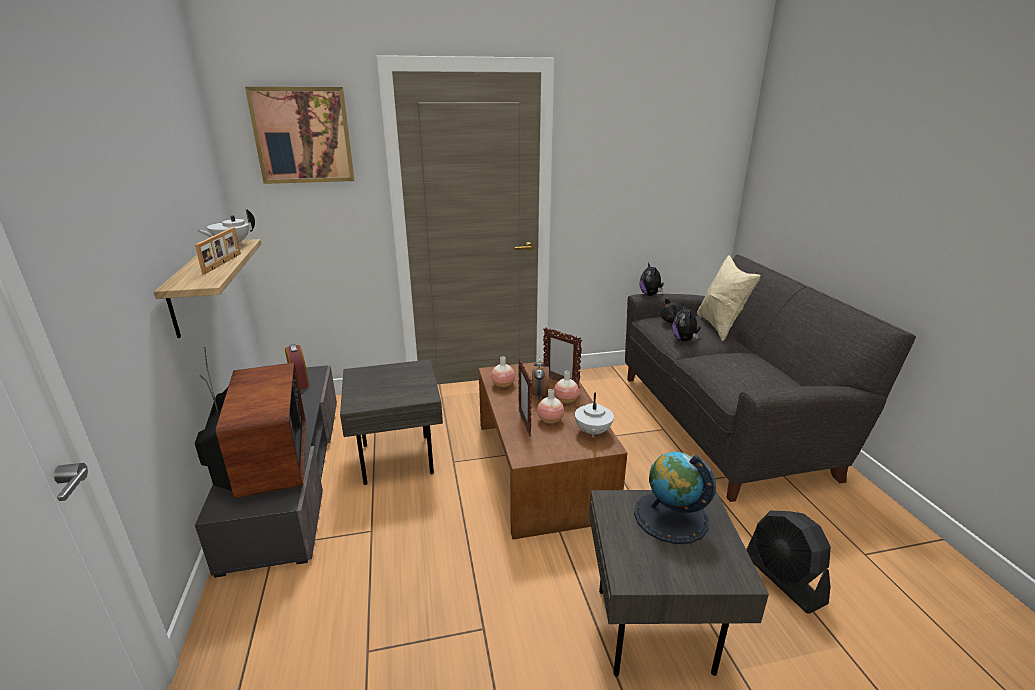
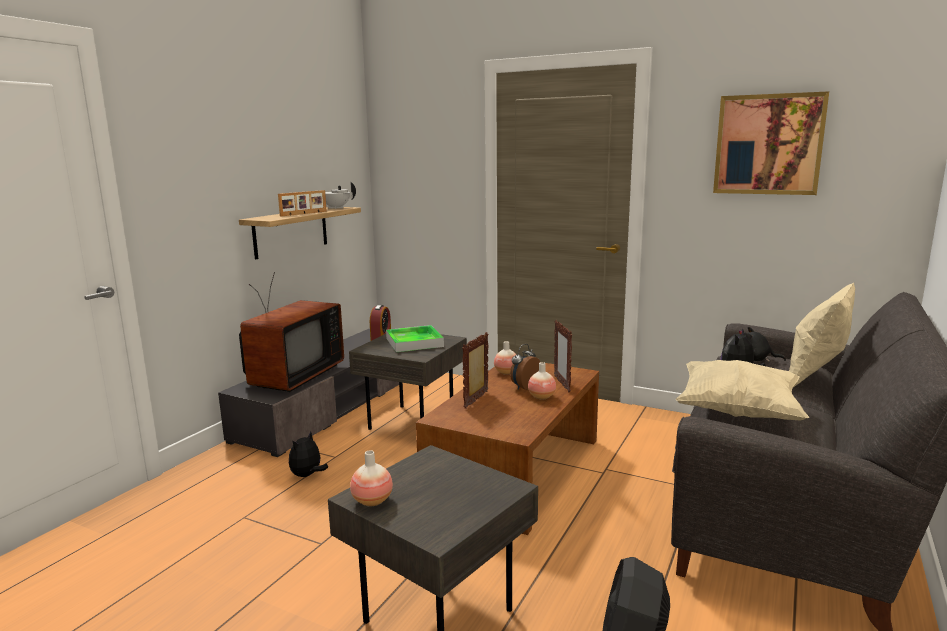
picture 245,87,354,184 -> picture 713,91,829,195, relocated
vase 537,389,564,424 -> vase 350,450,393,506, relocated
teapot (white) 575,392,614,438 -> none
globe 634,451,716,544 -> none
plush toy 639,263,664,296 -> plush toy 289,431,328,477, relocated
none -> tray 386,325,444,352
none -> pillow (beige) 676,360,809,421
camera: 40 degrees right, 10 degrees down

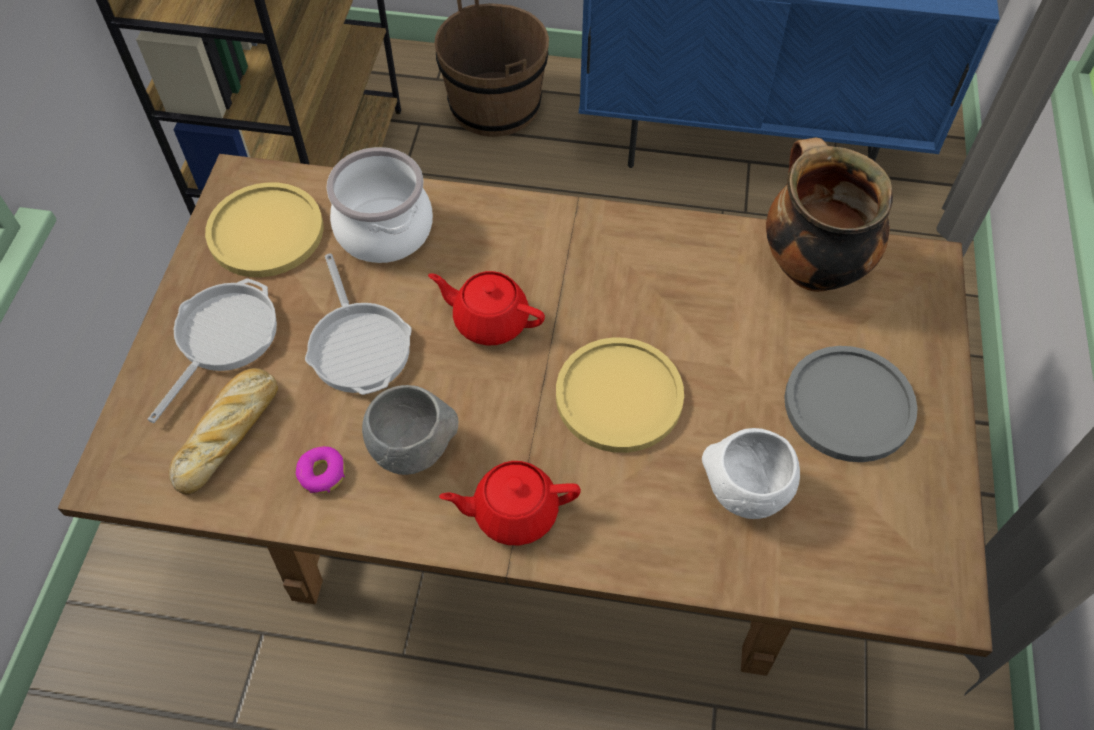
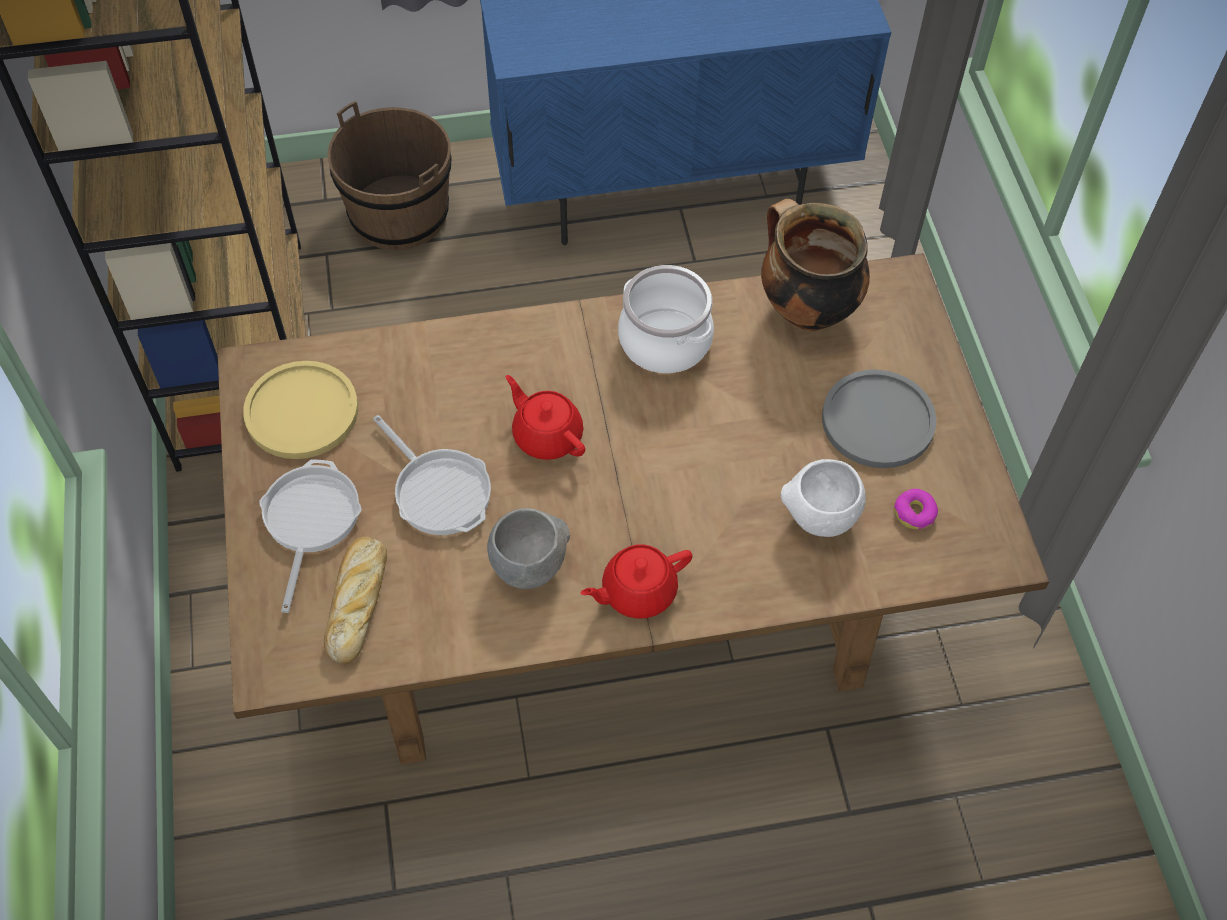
donut 296,446,345,494 -> donut 894,489,938,529, relocated
cooking pot 327,147,433,263 -> cooking pot 618,265,714,373, relocated
teapot (red) 428,271,545,345 -> teapot (red) 506,375,585,460, 45 degrees clockwise
plate (yellow) 556,338,684,453 -> none
camera: 20 degrees left, 0 degrees up

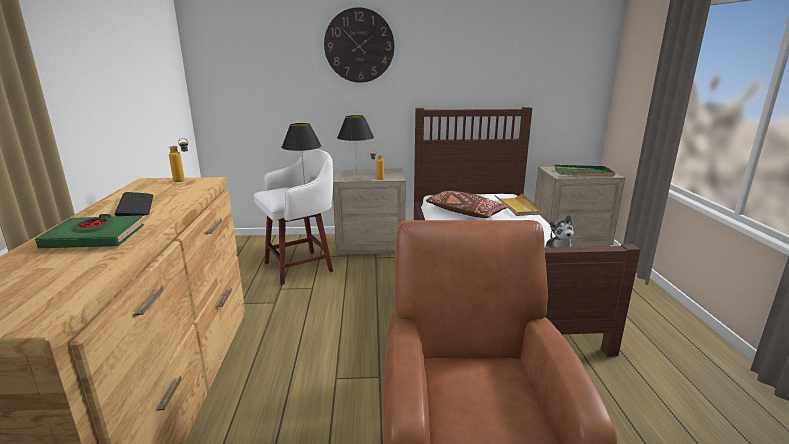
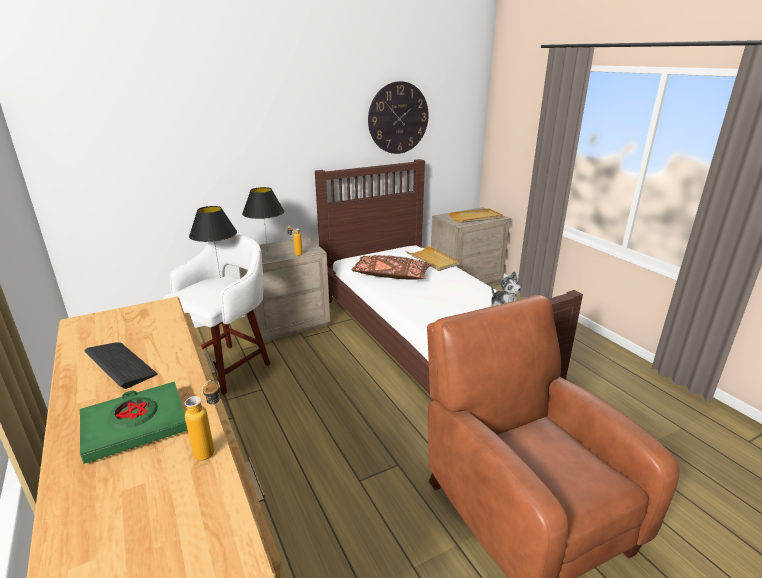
bottle 169,138,188,182 -> bottle 185,380,220,461, relocated
wall clock 324,7,394,83 -> wall clock 368,81,429,154, relocated
tray (green) 555,165,616,177 -> tray (beige) 449,209,503,223
camera: 25 degrees left, 5 degrees up

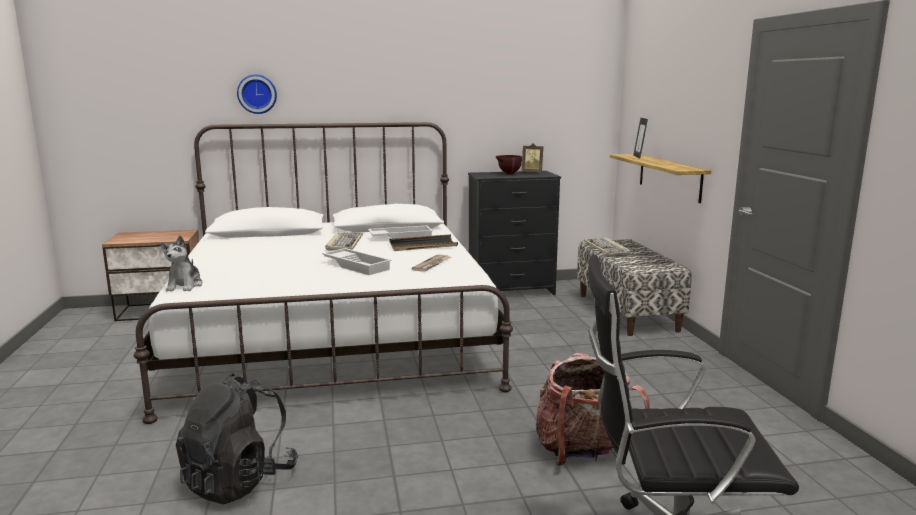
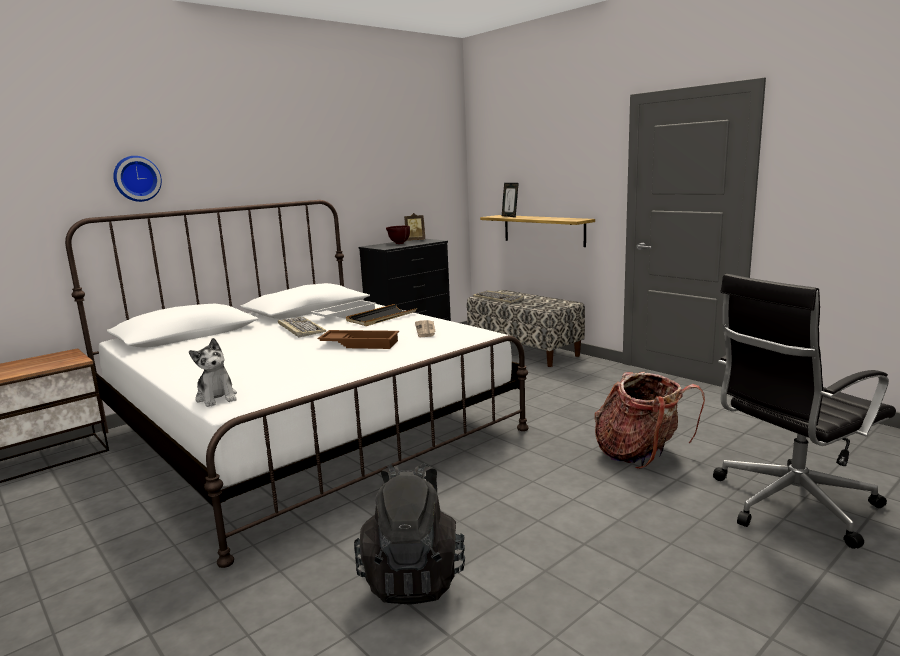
tray (white) 322,248,392,275 -> tray (brown) 317,330,399,349
camera: 30 degrees left, 0 degrees up

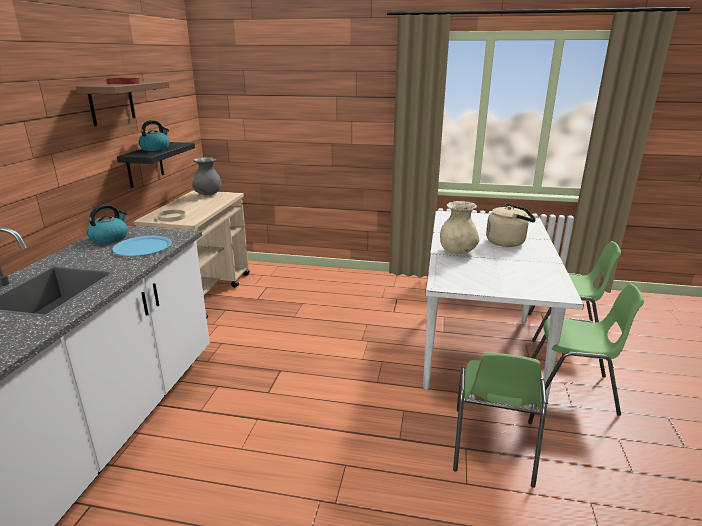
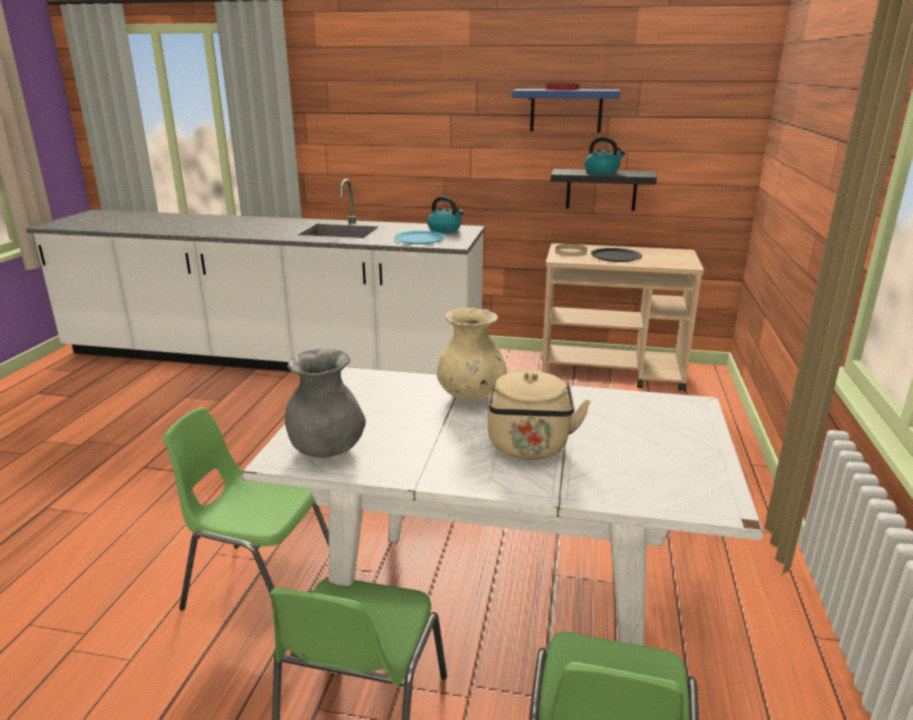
shelf (brown) 76,81,170,126 -> shelf (blue) 512,89,620,133
vase (grey) 192,157,222,195 -> vase (grey) 285,348,366,458, relocated
none -> plate (black) 591,248,642,262
camera: 90 degrees right, 0 degrees up

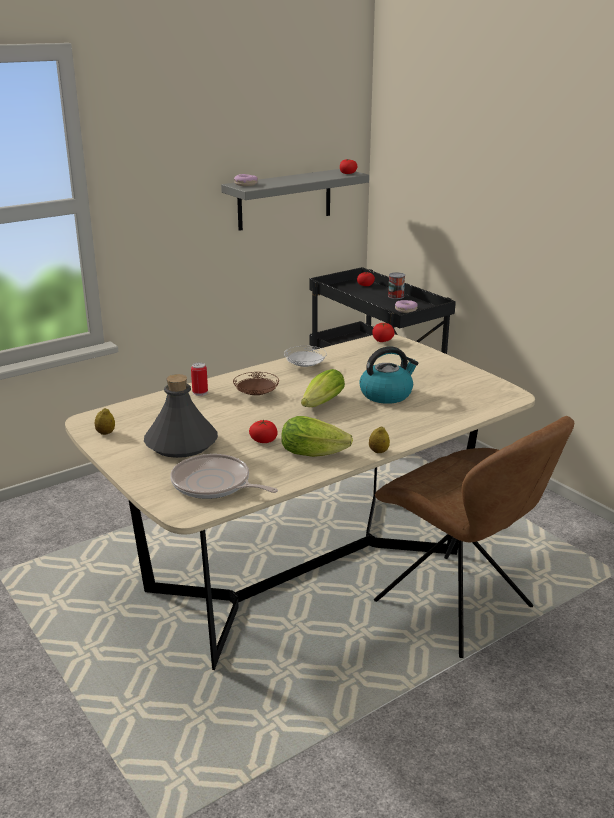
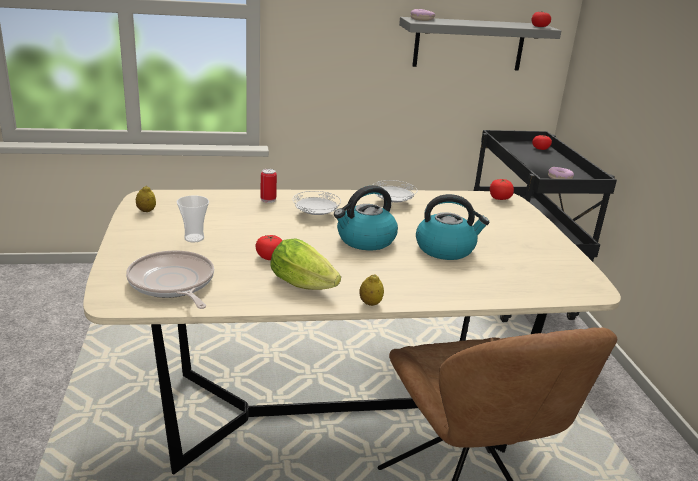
bottle (grey) 144,374,218,458 -> cup 177,195,209,242
plate (brown) 233,372,279,395 -> plate (white) 292,191,341,215
lettuce 301,369,345,407 -> kettle 334,185,398,250
can 388,272,405,299 -> none
camera: 25 degrees right, 0 degrees up

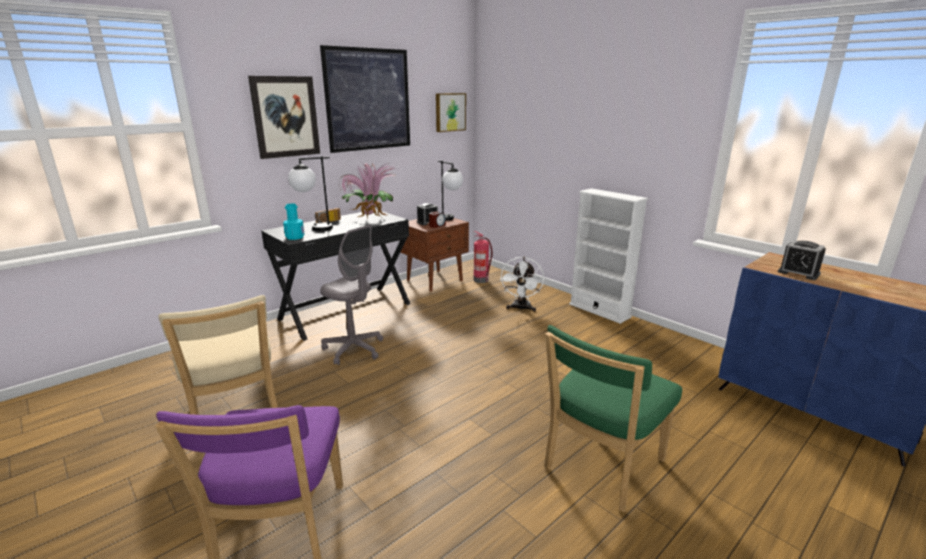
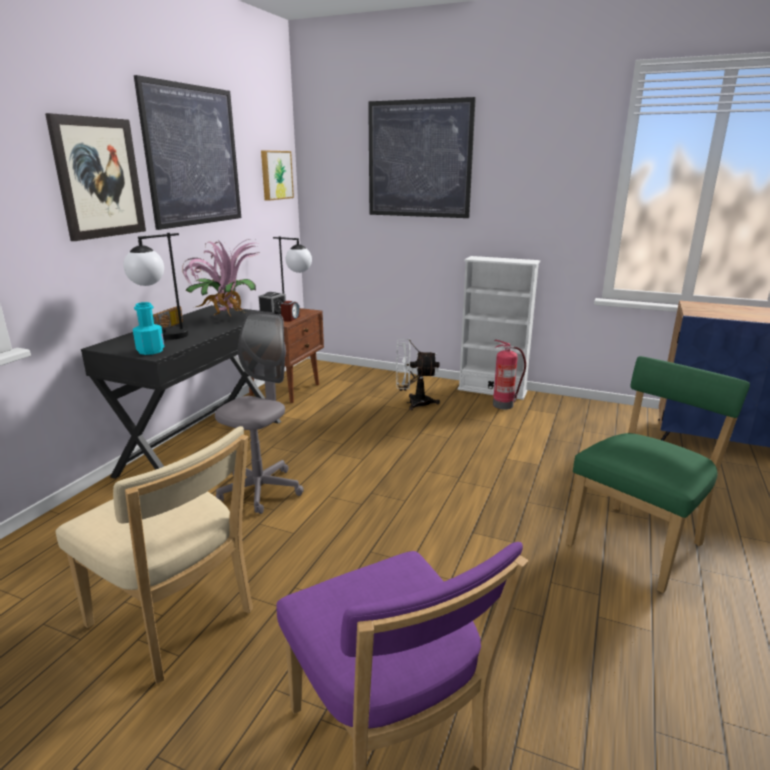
office chair (grey) 320,225,383,365 -> office chair (grey) 215,311,304,514, 75 degrees counterclockwise
fire extinguisher 473,231,493,283 -> fire extinguisher 493,340,526,409, relocated
fan (white) 500,257,544,312 -> fan (white) 396,339,440,410, 105 degrees clockwise
chair (green) 544,325,682,512 -> chair (green) 566,356,750,593, 150 degrees counterclockwise
alarm clock 778,240,826,280 -> none
none -> picture 368,97,476,218
camera: 25 degrees left, 0 degrees up

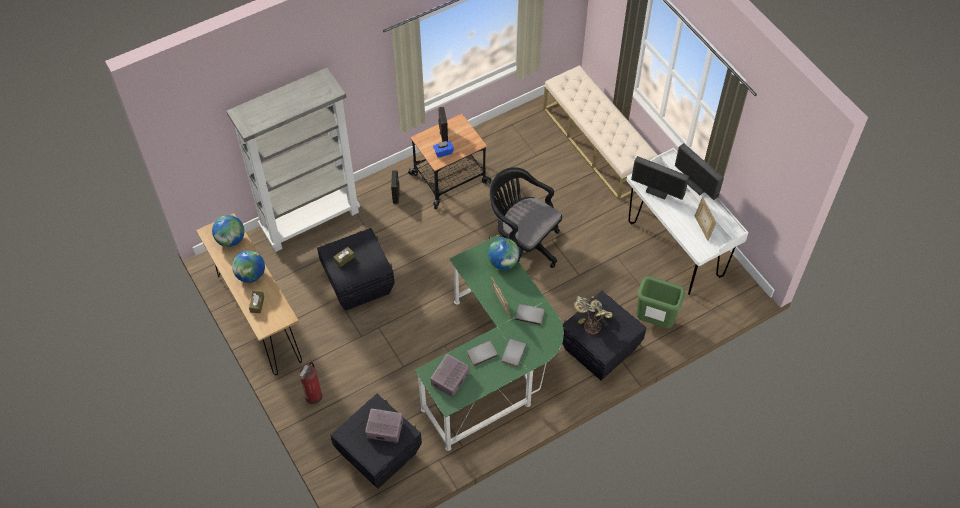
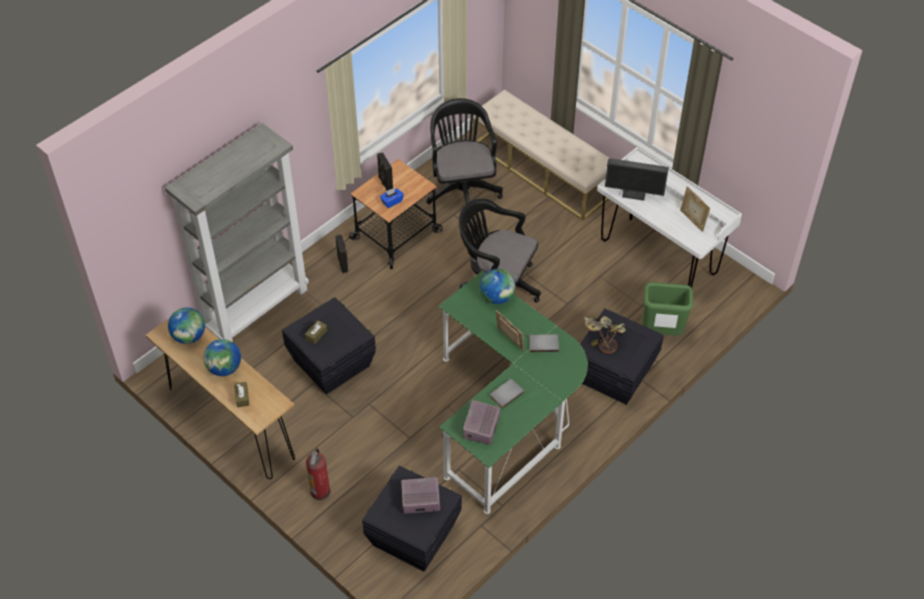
book (grey) 501,339,527,368 -> none
monitor 675,143,724,200 -> none
none -> office chair (black) 426,98,503,204
camera: 15 degrees left, 5 degrees down

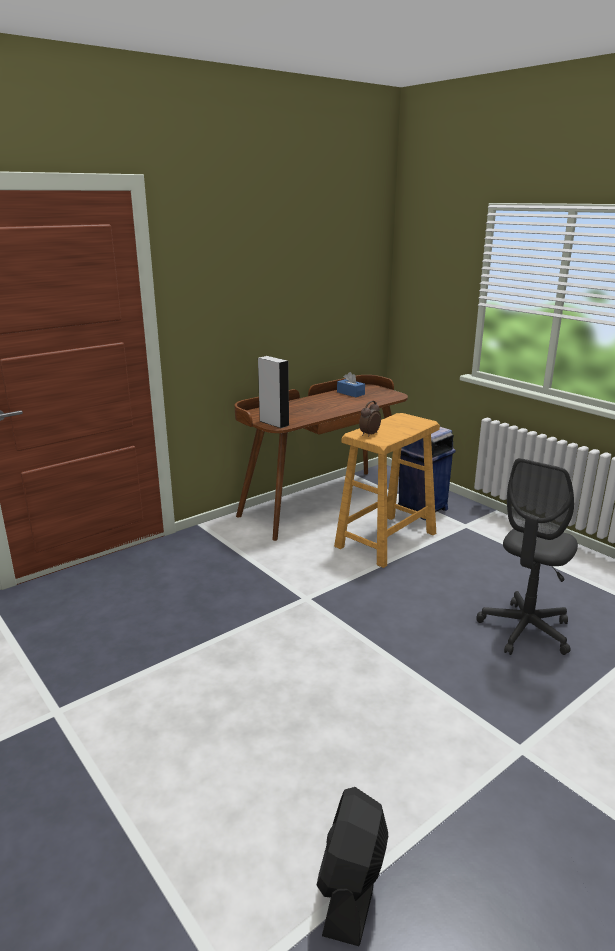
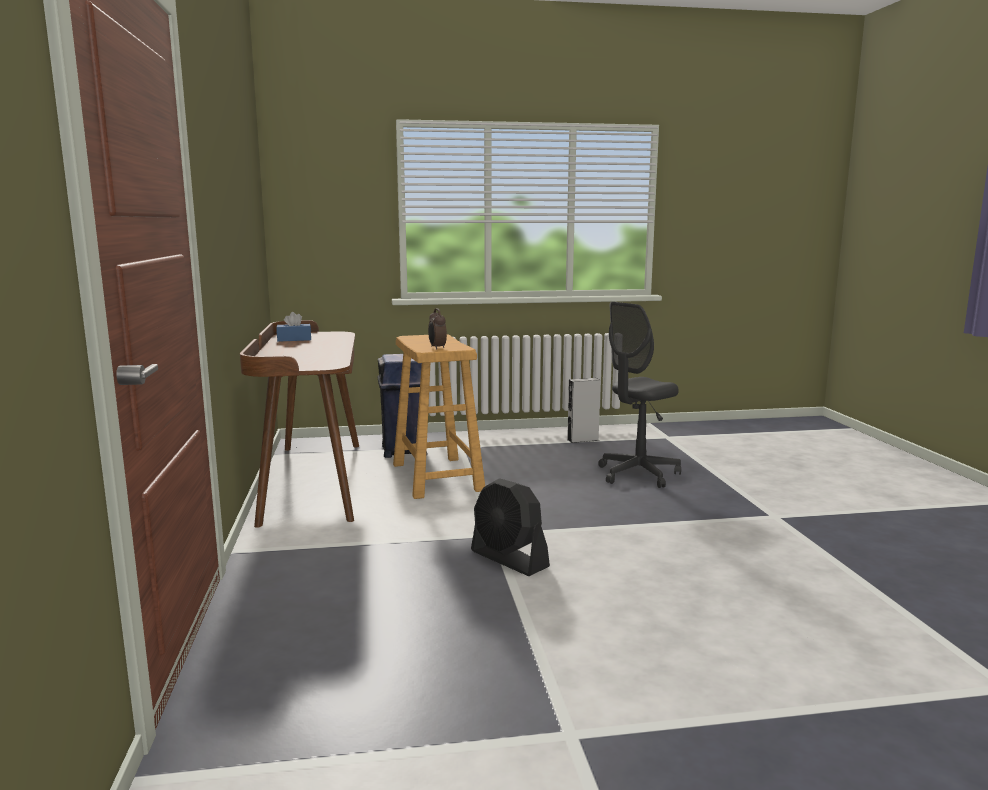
speaker (grey) 258,356,290,428 -> speaker (grey) 567,378,601,443, relocated
fan (black) 316,787,388,946 -> fan (black) 471,478,550,576, relocated
office chair (grey) 476,458,578,655 -> office chair (grey) 598,302,681,488, 75 degrees clockwise
camera: 60 degrees left, 10 degrees down

